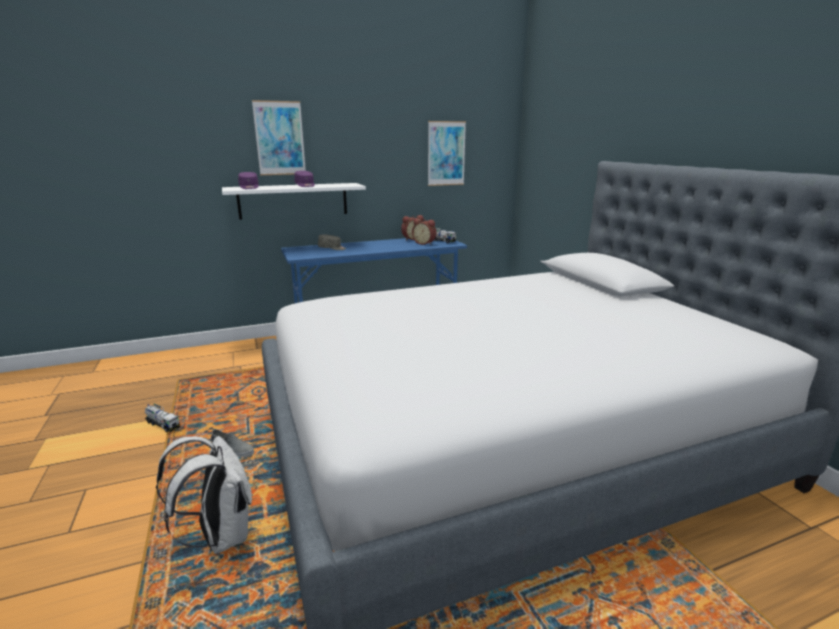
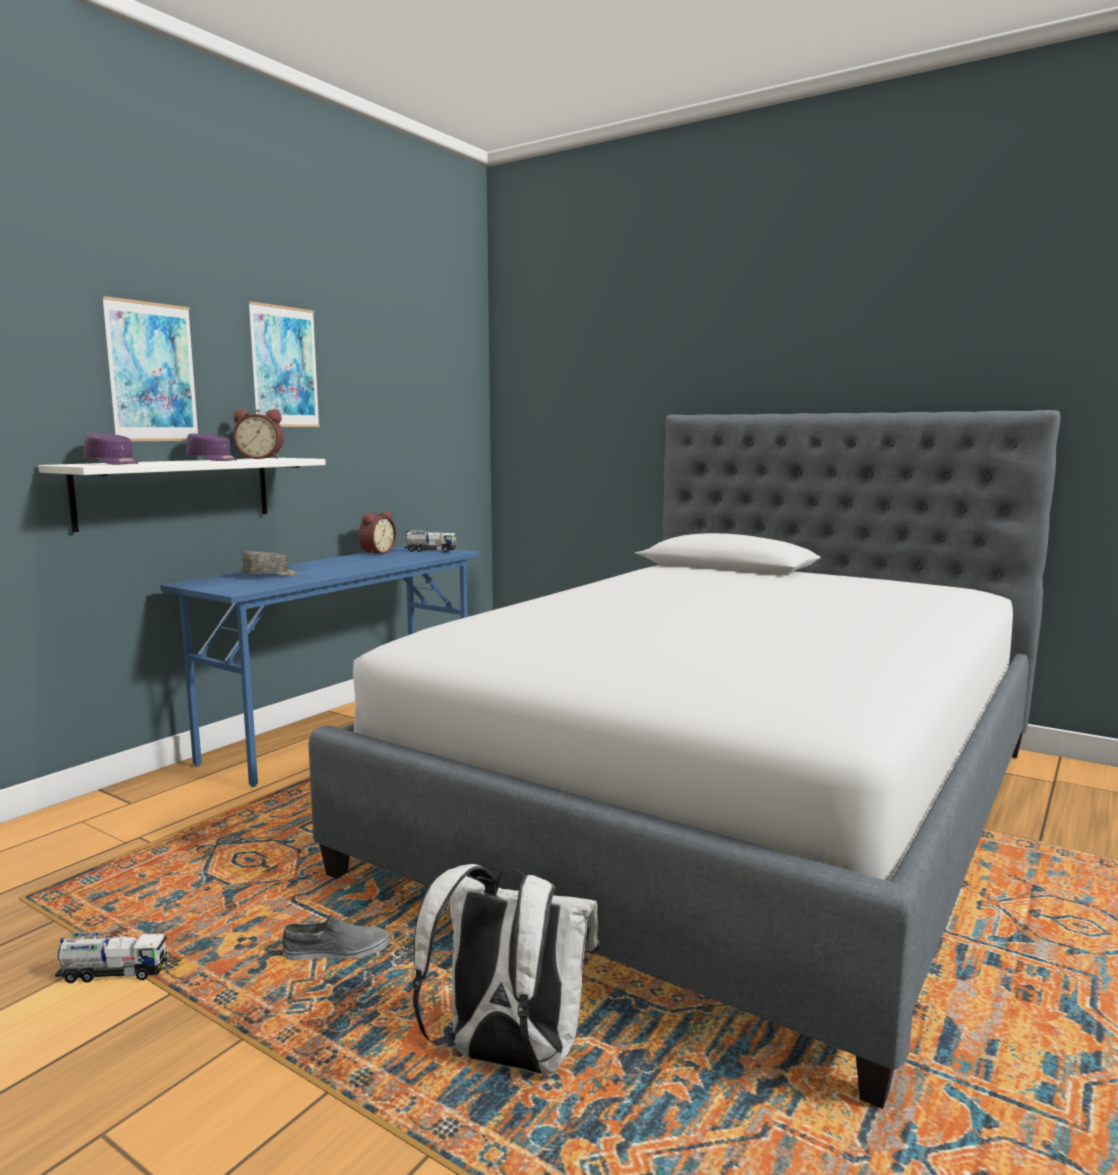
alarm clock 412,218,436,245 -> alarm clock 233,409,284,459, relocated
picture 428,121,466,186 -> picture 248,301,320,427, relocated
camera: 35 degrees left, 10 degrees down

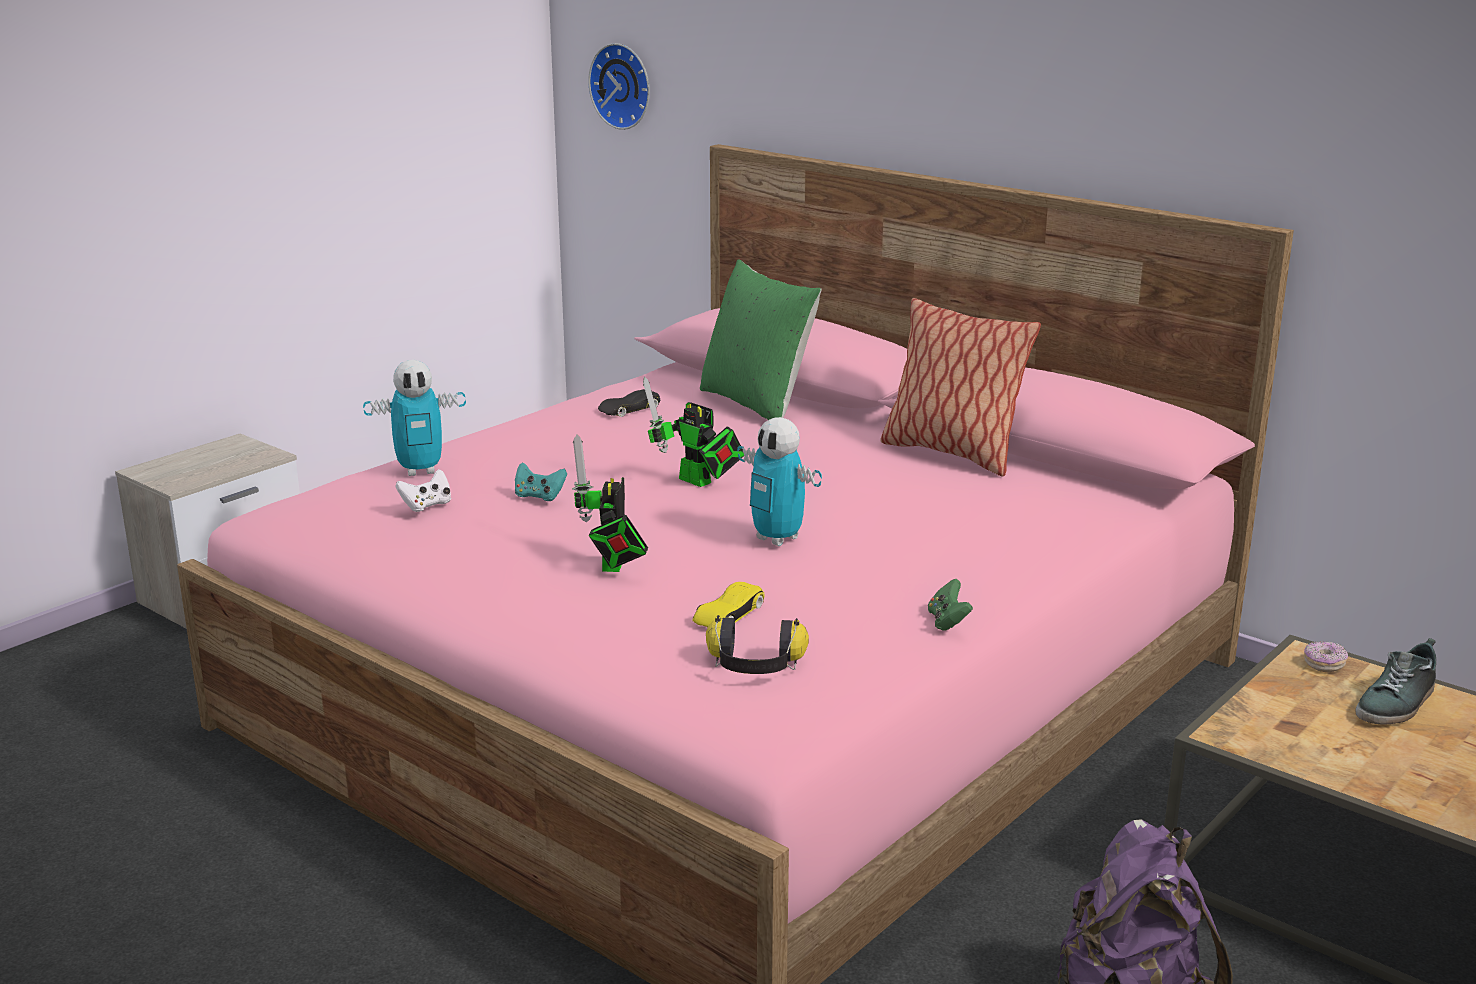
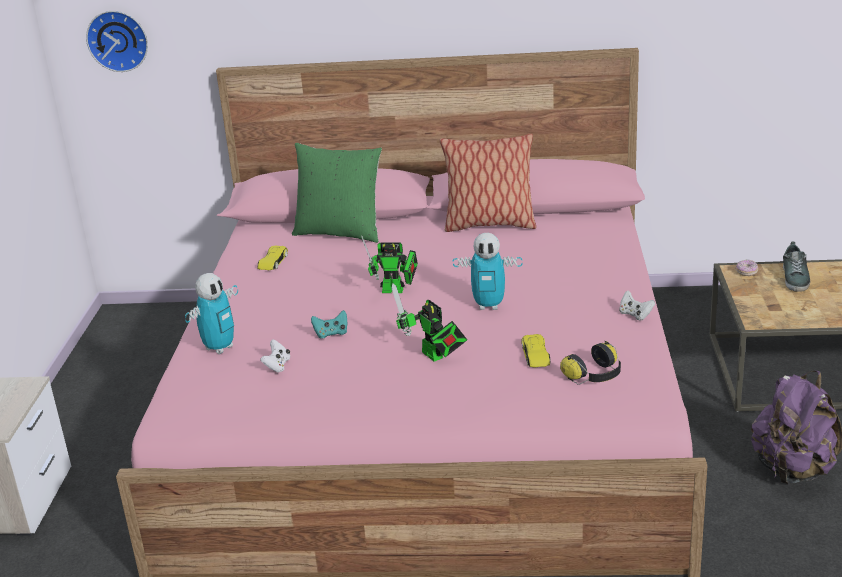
toy car (black) 598,389,660,417 -> toy car (yellow) 257,245,288,270
game controller (green) 928,579,973,631 -> game controller (white) 619,291,655,320
camera: 35 degrees left, 5 degrees up

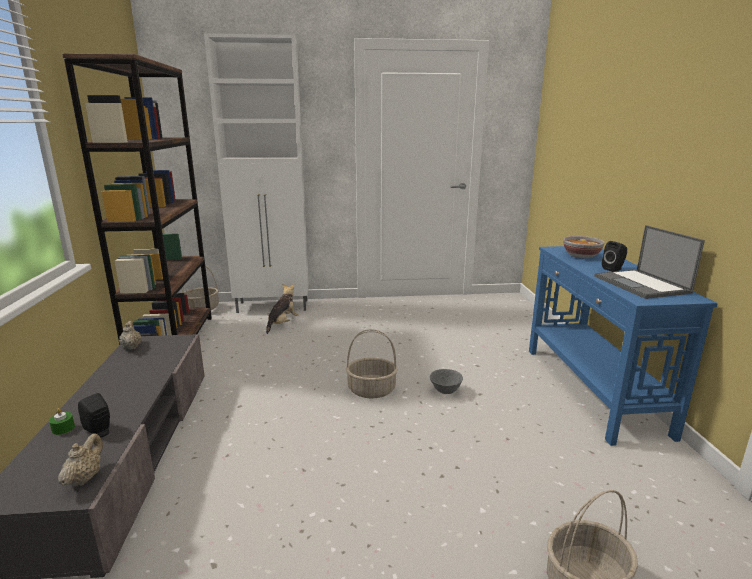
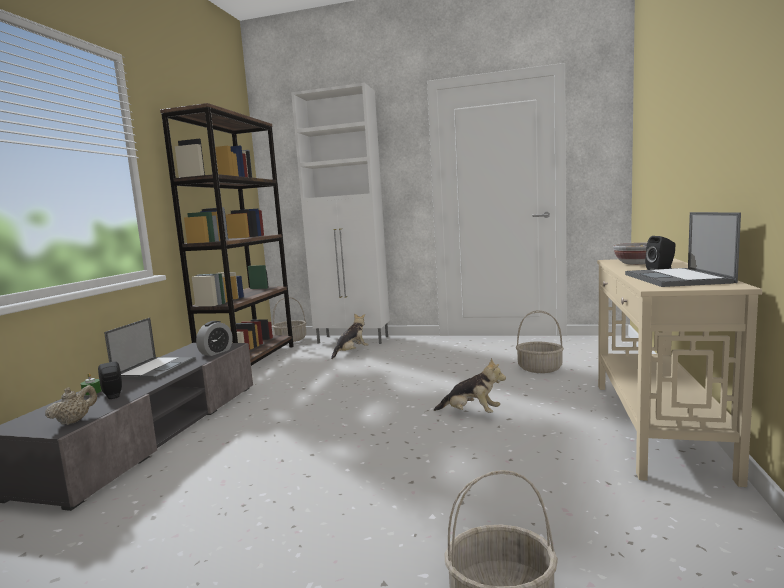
teapot (beige) 119,321,142,350 -> none
basket 346,329,398,398 -> basket 516,310,564,373, relocated
bowl (grey) 430,369,463,394 -> plush toy 434,358,506,413
console table (blue) 529,246,718,446 -> console table (beige) 597,258,762,487
none -> laptop 104,318,196,380
none -> alarm clock 196,321,233,356
camera: 20 degrees right, 10 degrees down

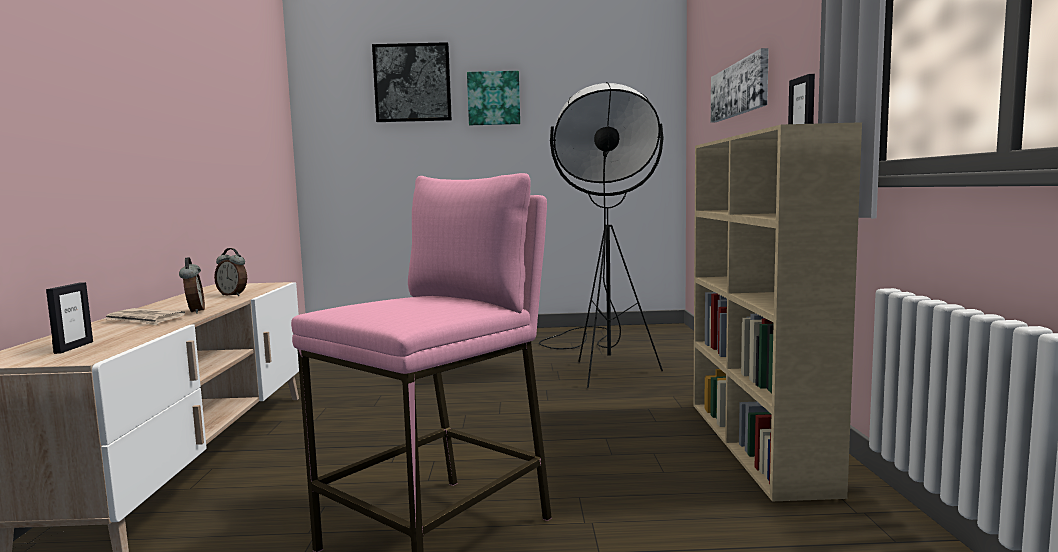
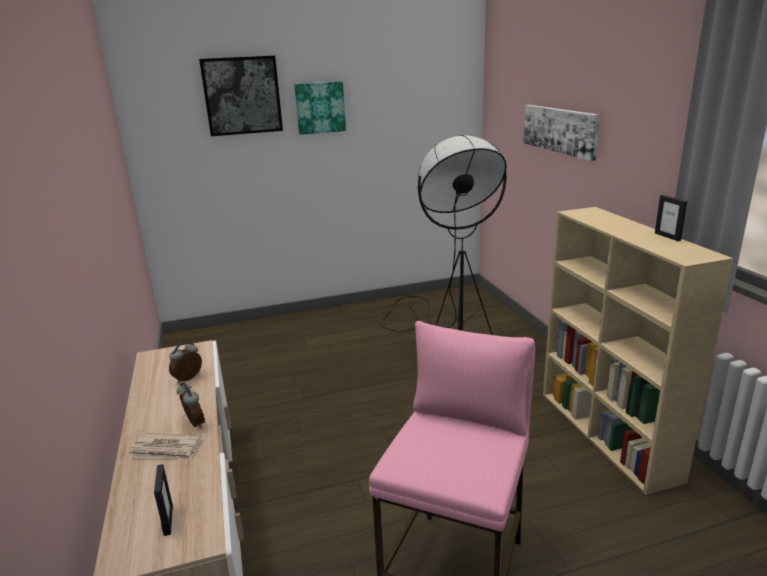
alarm clock 214,248,247,296 -> alarm clock 169,341,202,383, 120 degrees clockwise
camera: 15 degrees left, 15 degrees up

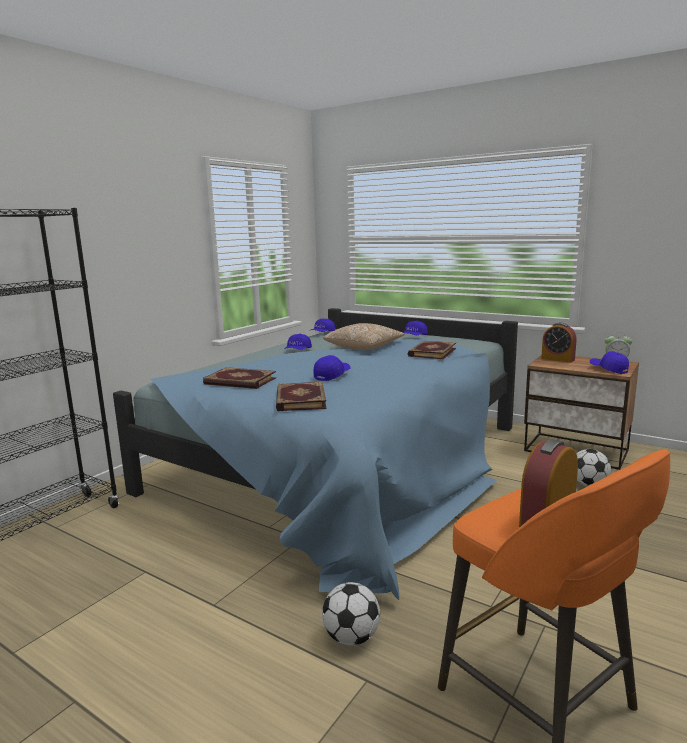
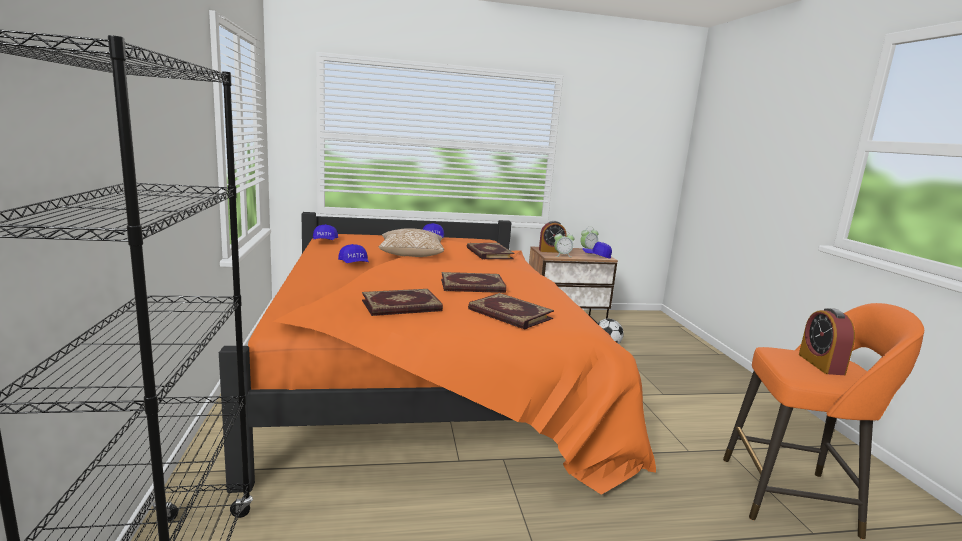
bed (blue) 113,308,518,600 -> bed (orange) 219,212,656,495
cap (blue) 314,355,350,381 -> book 441,272,506,293
football 322,582,380,646 -> none
none -> alarm clock 554,231,575,257
camera: 45 degrees left, 0 degrees up

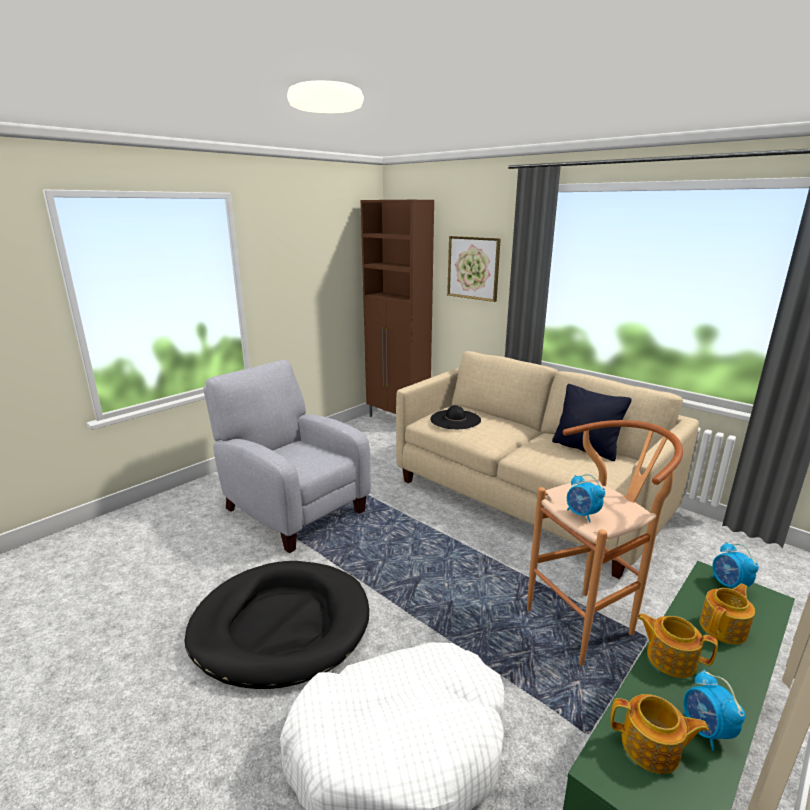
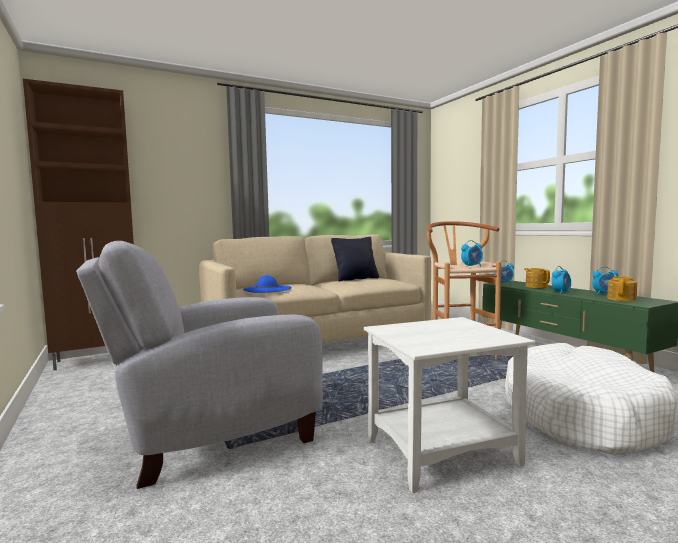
dog bed (black) 184,561,369,689 -> side table (white) 364,317,535,493
hat (black) 430,405,481,429 -> hat (blue) 243,275,292,293
picture 447,236,501,302 -> none
teapot 637,613,718,678 -> alarm clock 552,266,571,294
camera: 70 degrees left, 15 degrees down

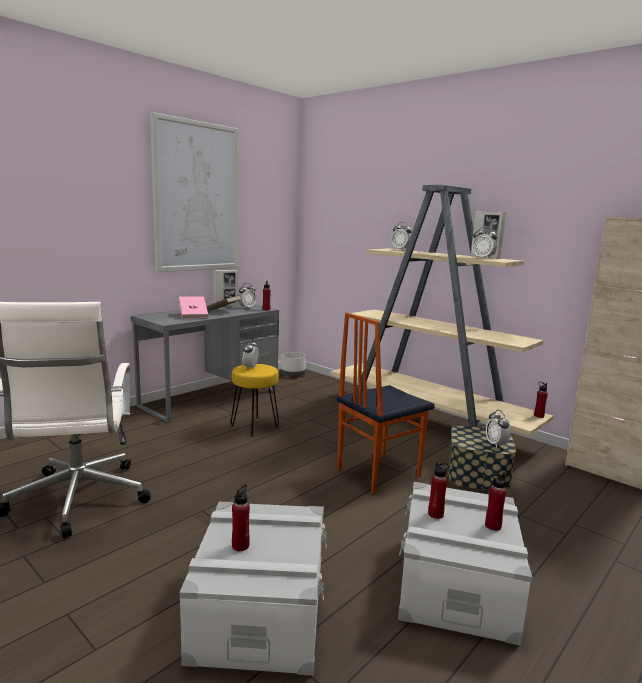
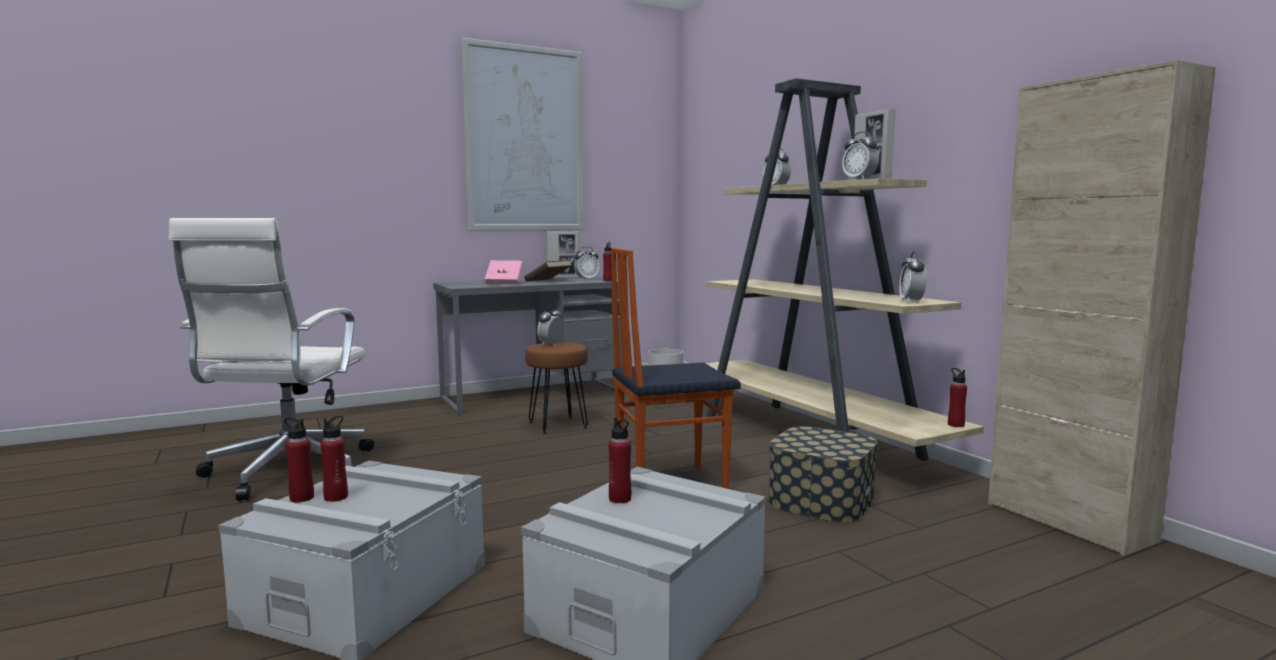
stool (yellow) 231,364,279,437 -> stool (brown) 525,342,588,434
bottle (red) 485,472,506,531 -> bottle (red) 284,418,314,503, relocated
alarm clock 486,410,511,448 -> alarm clock 899,251,927,303, relocated
camera: 20 degrees right, 5 degrees down

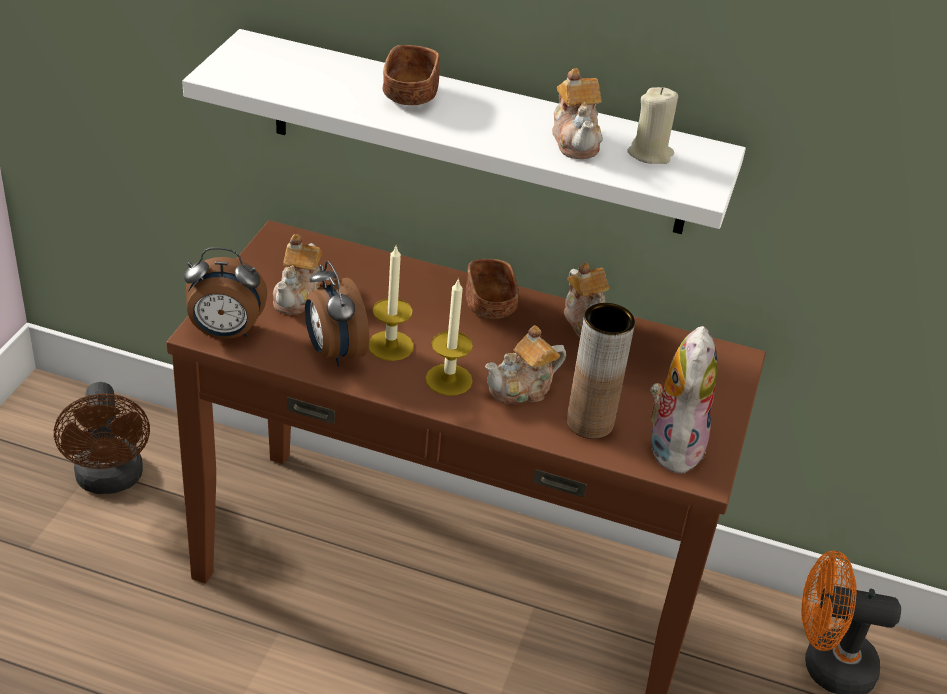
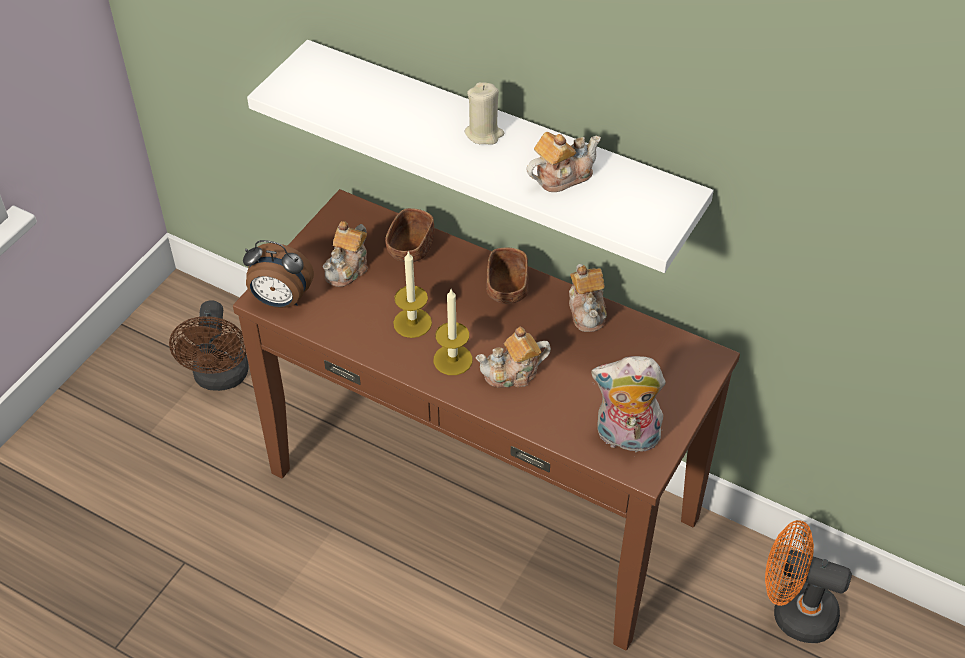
alarm clock 305,261,369,367 -> none
bowl (brown) 383,45,440,105 -> bowl (brown) 385,208,434,262, relocated
teapot 552,68,603,159 -> teapot 527,132,601,192, 120 degrees counterclockwise
vase (brown) 567,303,635,439 -> none
candle (beige) 628,87,678,164 -> candle (beige) 464,82,504,145, relocated
plush toy 650,326,718,473 -> plush toy 591,356,666,453, 105 degrees counterclockwise
camera: 15 degrees right, 10 degrees up

